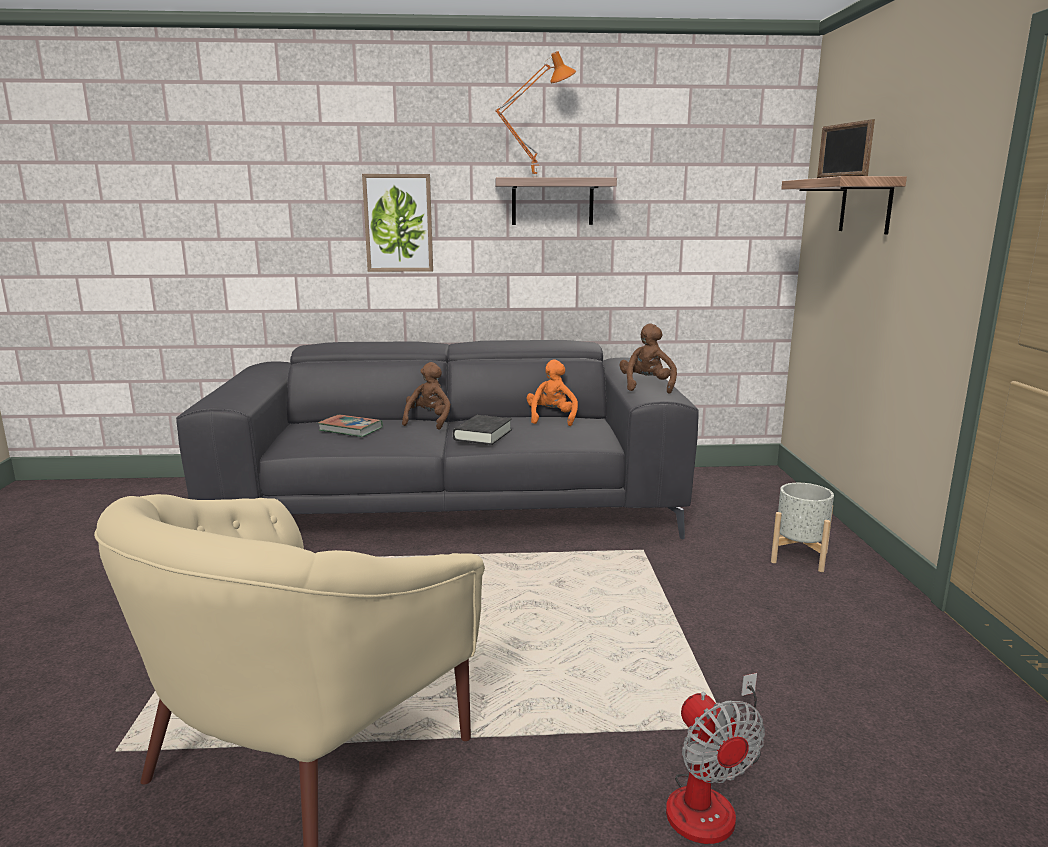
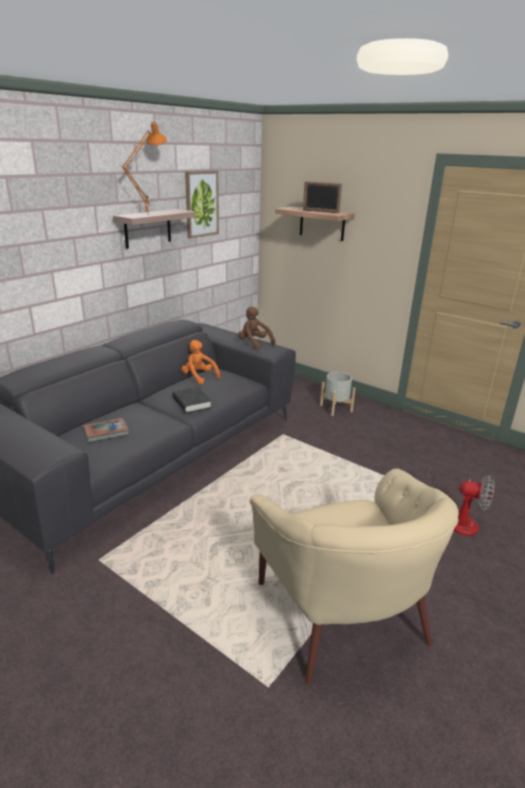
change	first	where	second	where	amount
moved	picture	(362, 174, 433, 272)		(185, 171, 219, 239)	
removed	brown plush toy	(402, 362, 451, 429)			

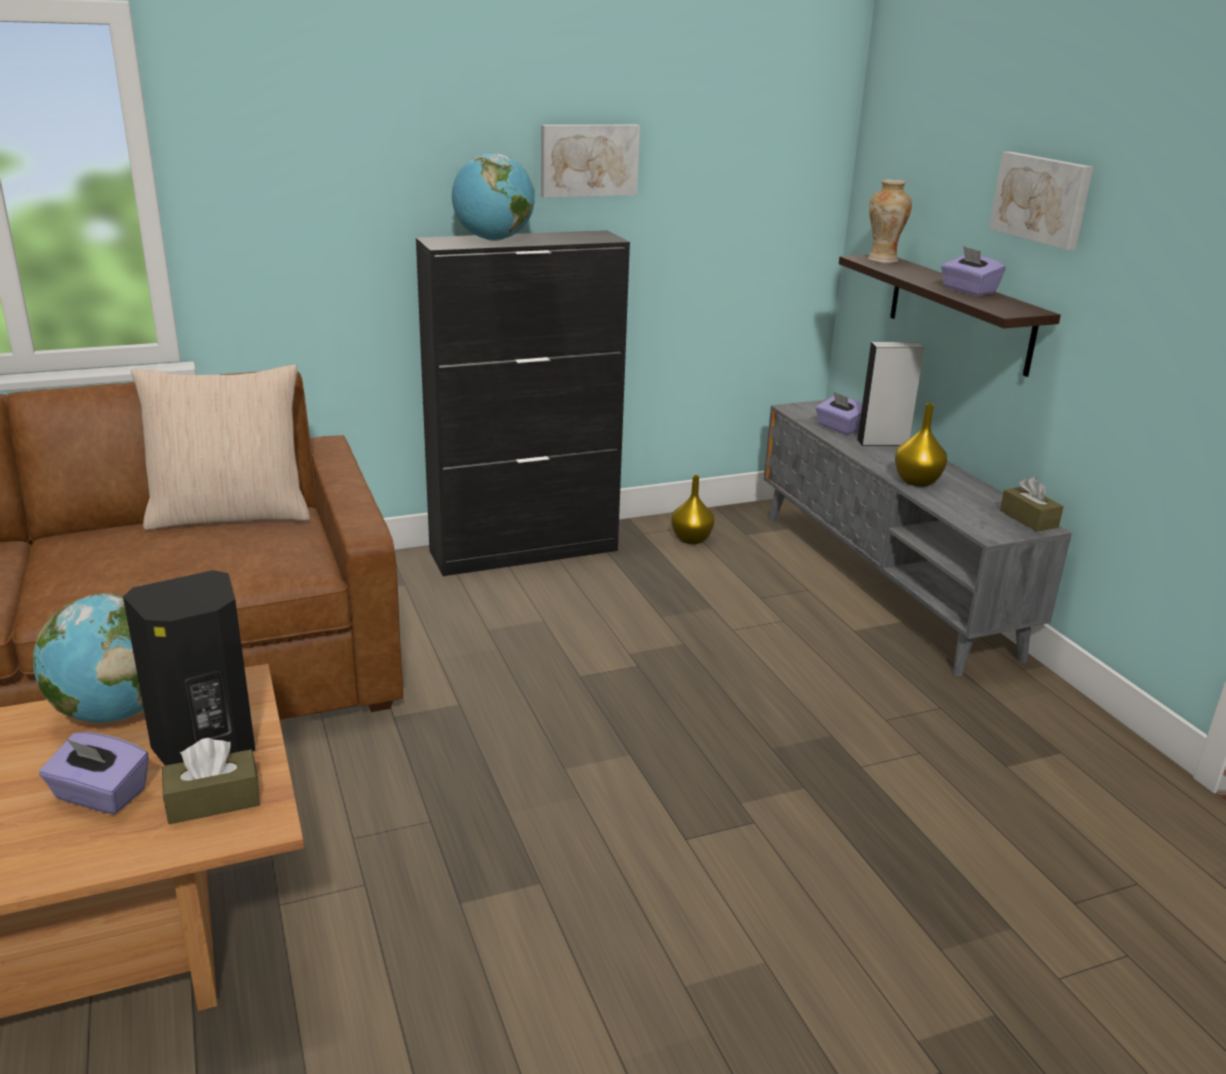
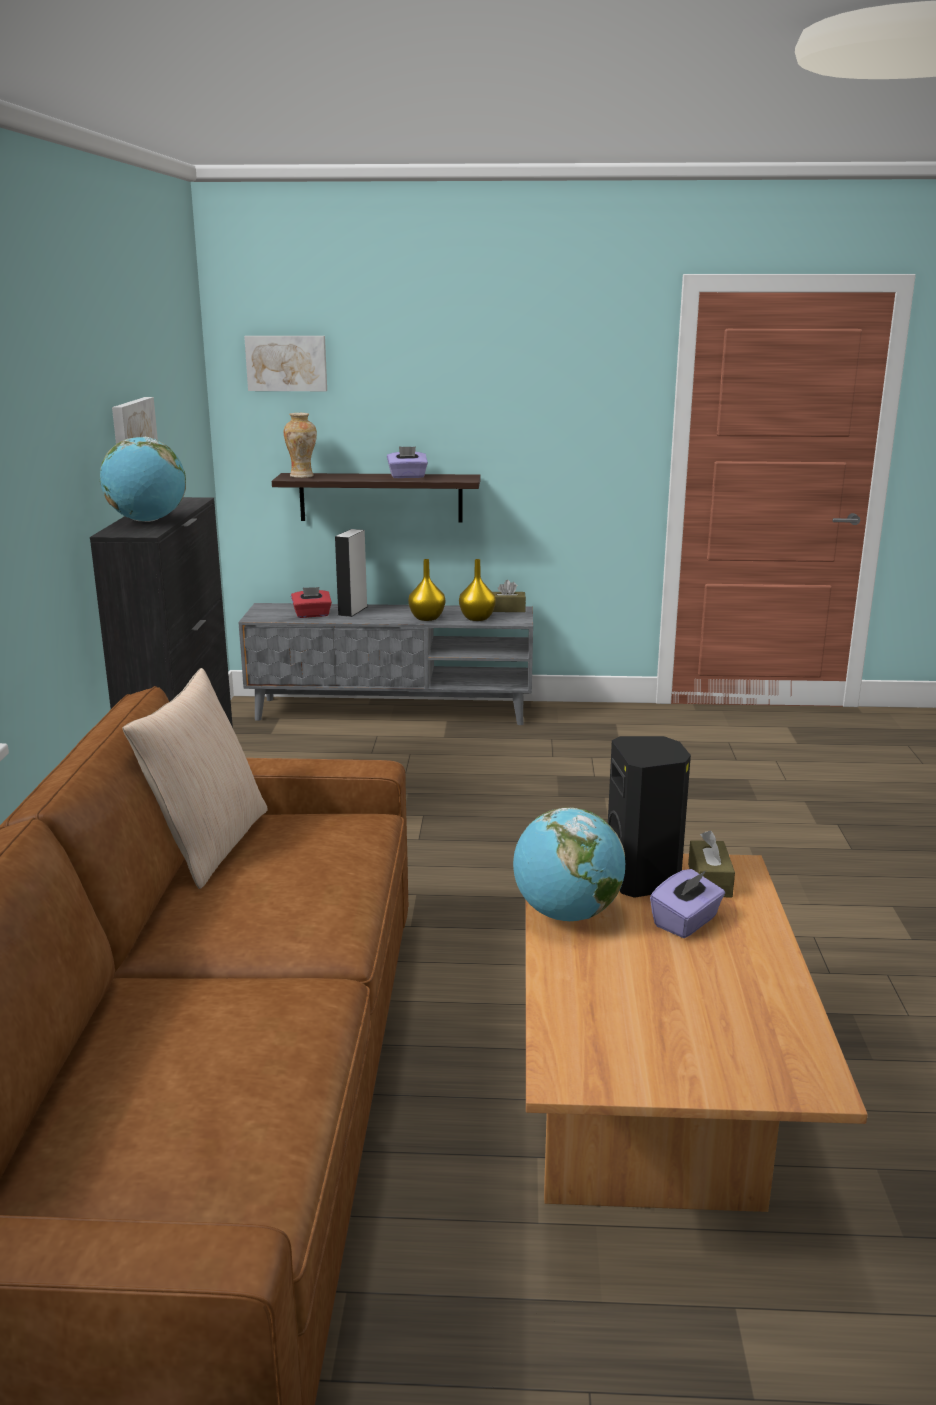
change	first	where	second	where	amount
moved	picture	(989, 152, 1093, 250)		(244, 336, 327, 391)	
recoloured	purple tissue box	(815, 391, 862, 435)	red tissue box	(291, 587, 332, 618)	
moved	yellow vase	(672, 475, 714, 544)		(459, 559, 496, 621)	

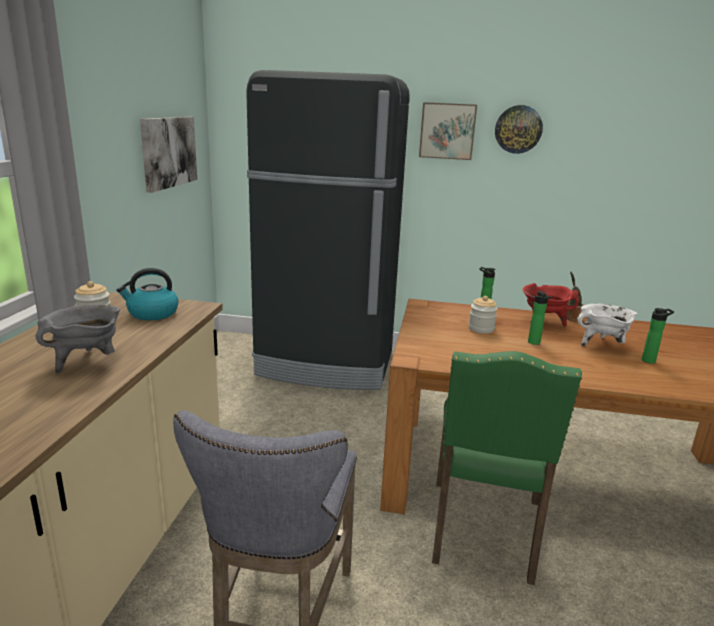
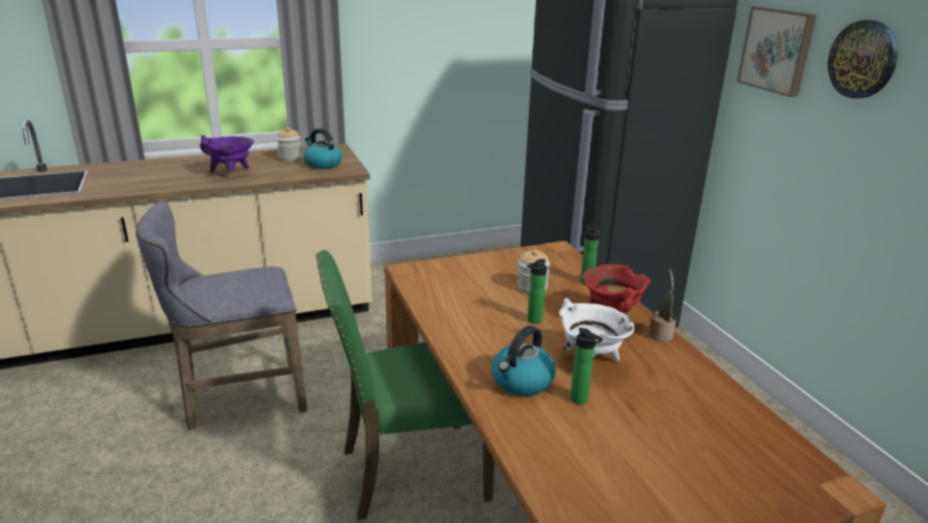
change	first	where	second	where	amount
removed	picture	(140, 117, 197, 193)			
recoloured	grey cooking pot	(36, 305, 120, 374)	purple cooking pot	(200, 135, 254, 173)	
added			kettle	(492, 326, 556, 396)	

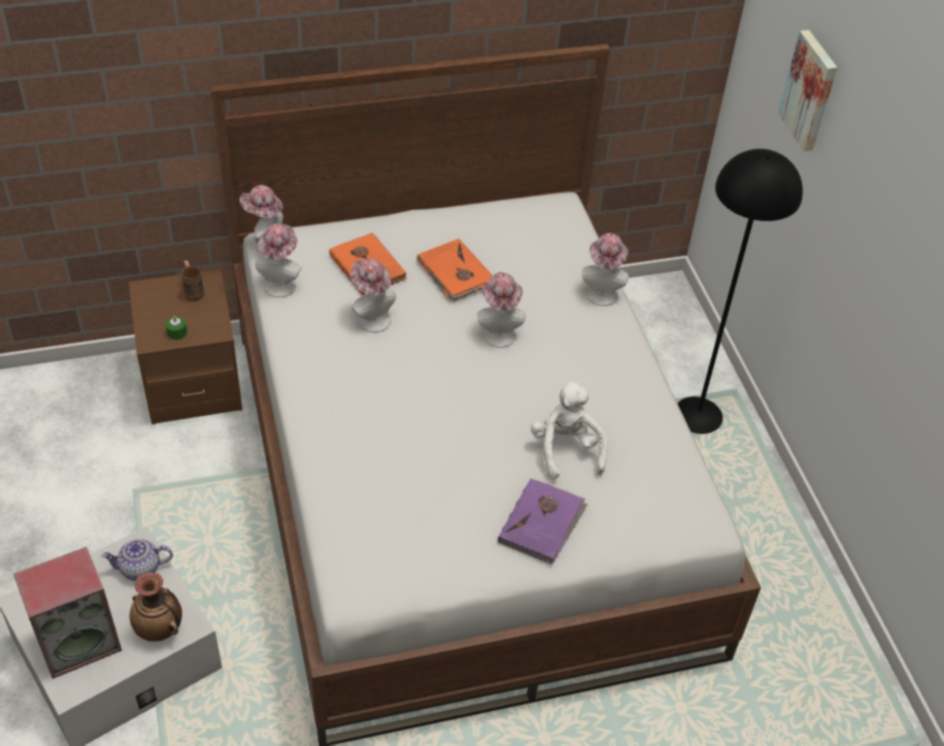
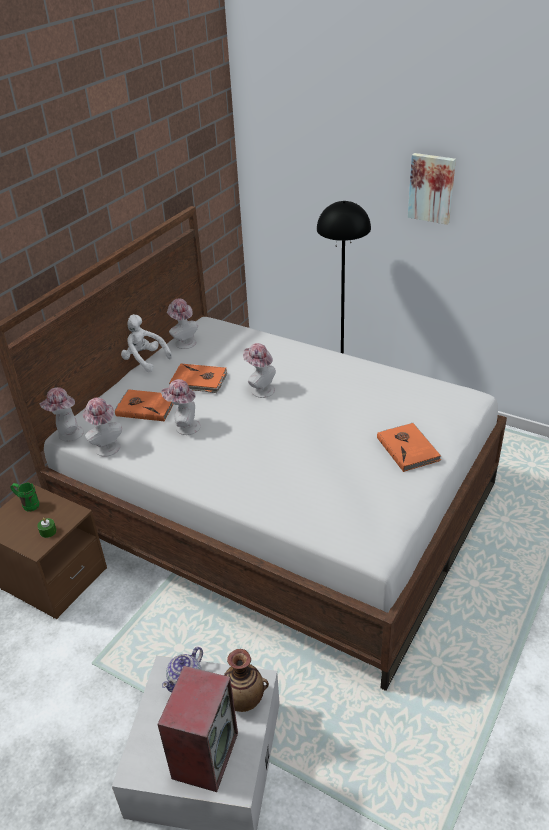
change	first	where	second	where	amount
moved	picture	(778, 30, 837, 151)		(408, 153, 456, 225)	
moved	hat	(582, 233, 629, 306)		(167, 299, 198, 349)	
recoloured	brown mug	(181, 260, 204, 301)	green mug	(11, 482, 39, 512)	
moved	white plush toy	(531, 380, 608, 480)		(121, 314, 172, 372)	
recoloured	purple book	(498, 479, 588, 565)	orange book	(377, 423, 441, 472)	

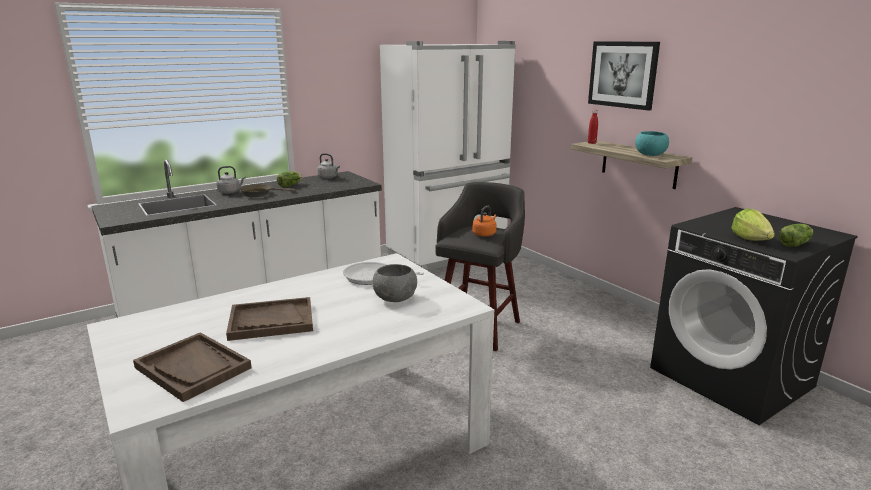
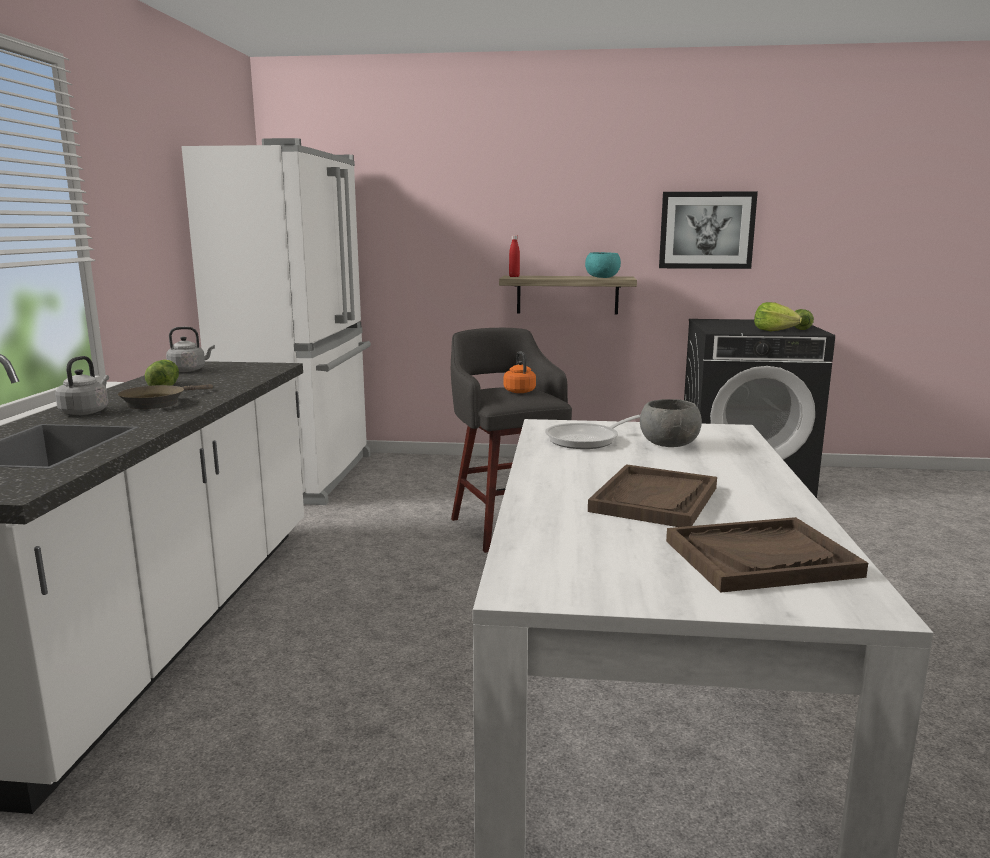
change	first	where	second	where	amount
moved	picture	(588, 41, 660, 111)		(659, 191, 758, 269)	

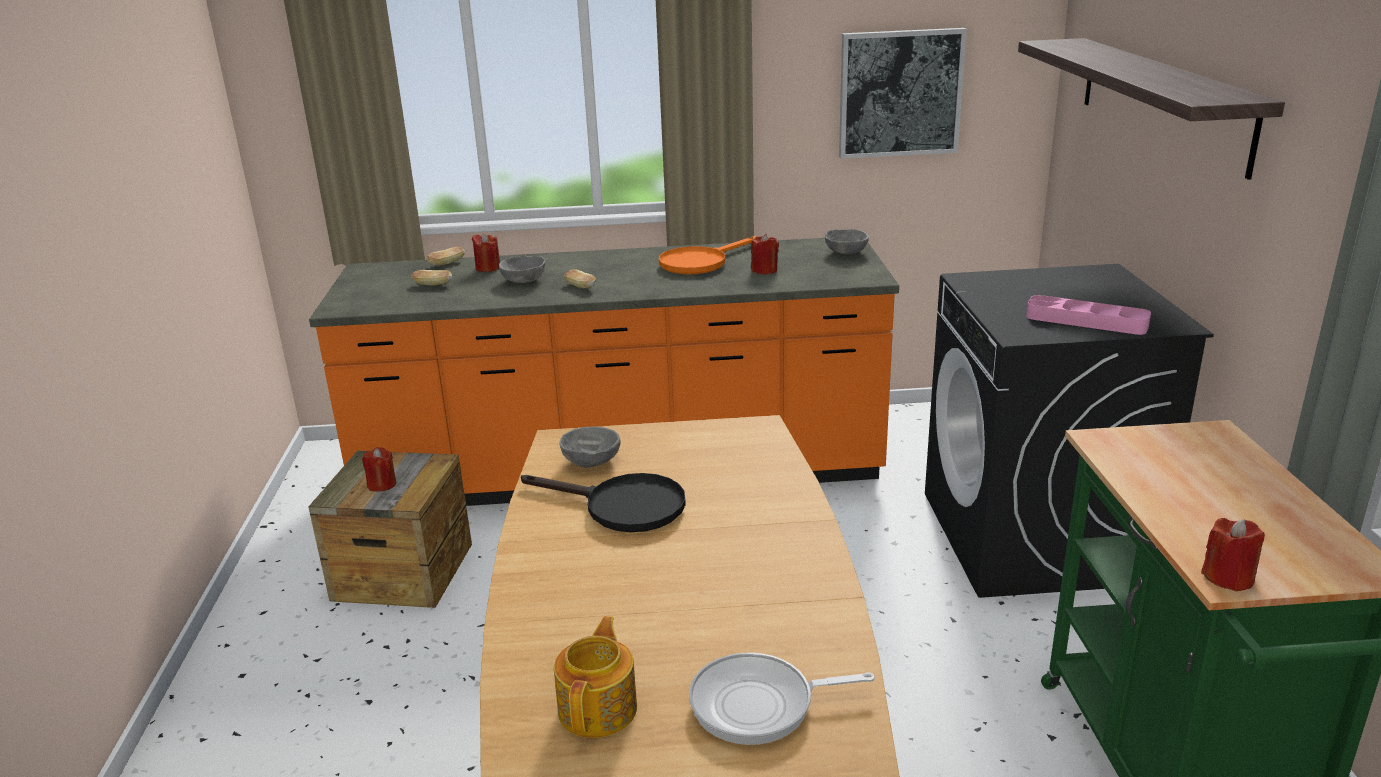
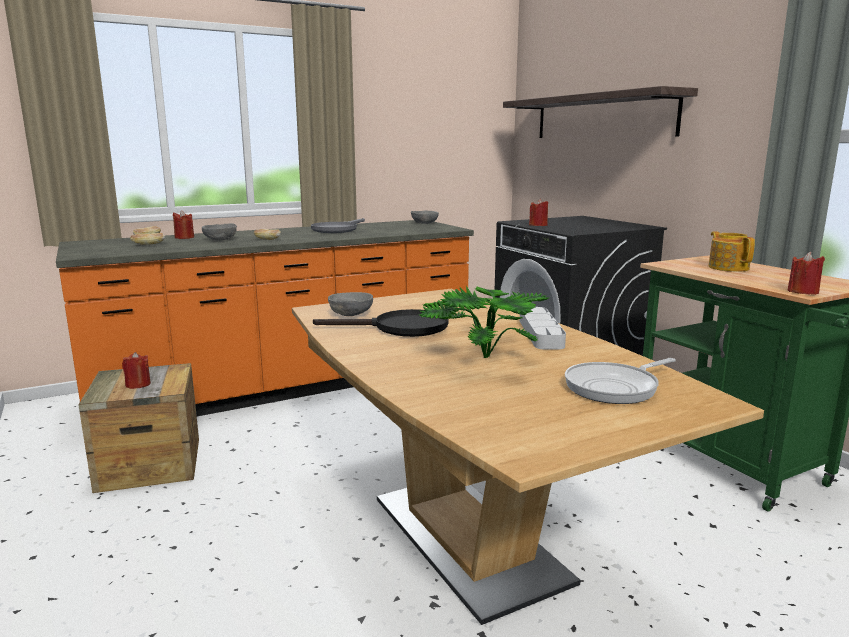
change	first	where	second	where	amount
removed	picture	(839, 28, 967, 159)			
moved	red candle	(751, 234, 779, 275)		(529, 199, 548, 226)	
recoloured	orange frying pan	(659, 236, 756, 274)	grey frying pan	(311, 218, 365, 233)	
removed	pink tray	(1026, 295, 1151, 335)			
moved	teapot	(554, 616, 637, 738)		(708, 231, 755, 272)	
added			potted plant	(420, 286, 548, 358)	
added			grey tray	(520, 307, 566, 349)	

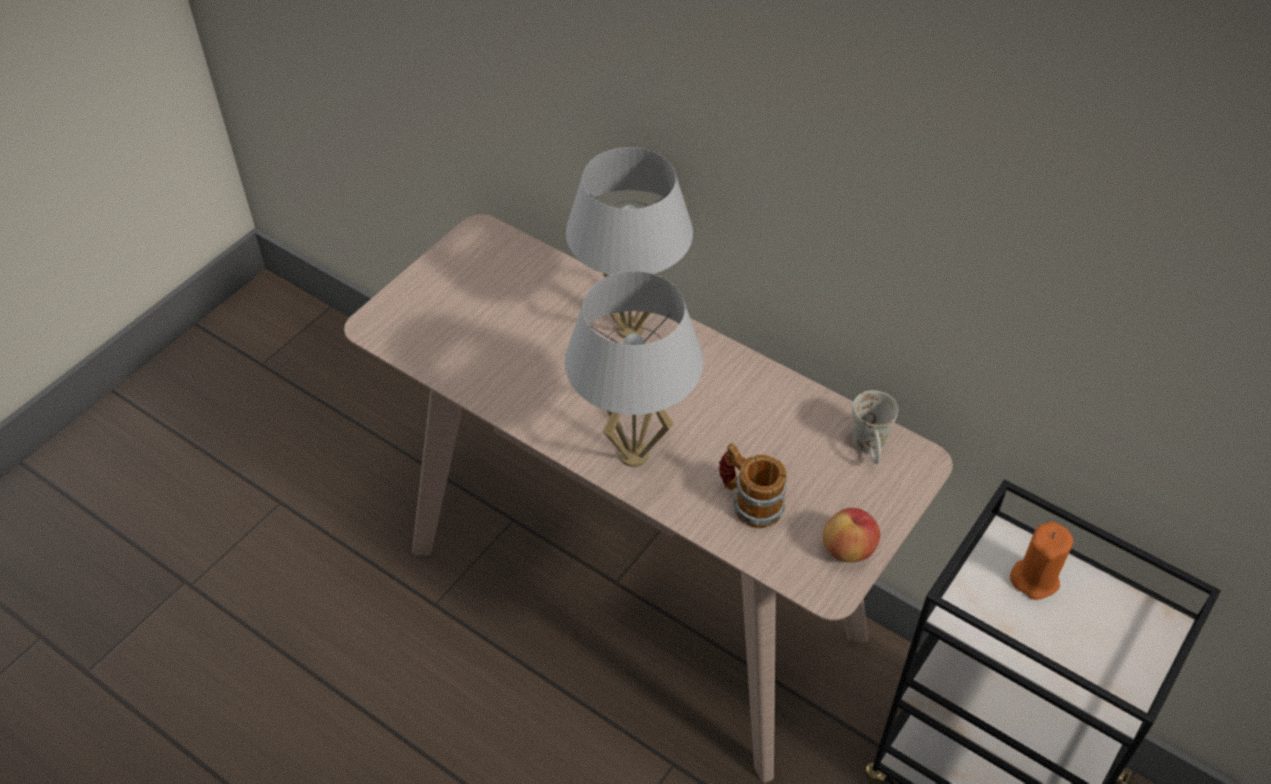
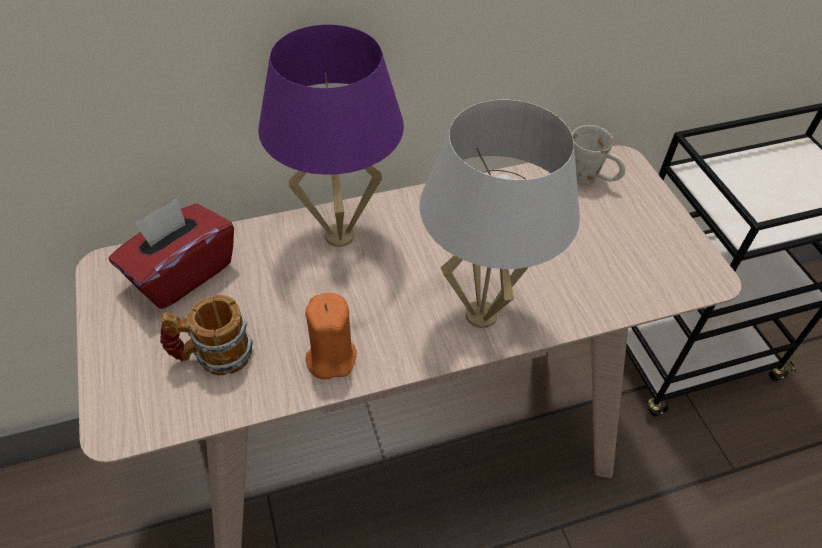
change	first	where	second	where	amount
recoloured	white table lamp	(566, 147, 693, 338)	purple table lamp	(258, 24, 404, 247)	
moved	mug	(719, 444, 787, 528)		(160, 295, 253, 375)	
removed	apple	(823, 508, 880, 562)			
moved	orange candle	(1010, 521, 1073, 600)		(305, 293, 357, 380)	
added			red tissue box	(109, 199, 234, 309)	

